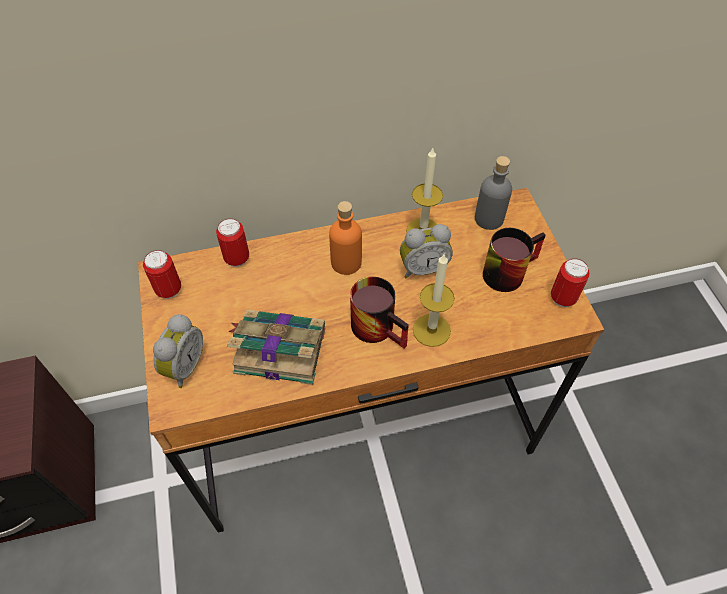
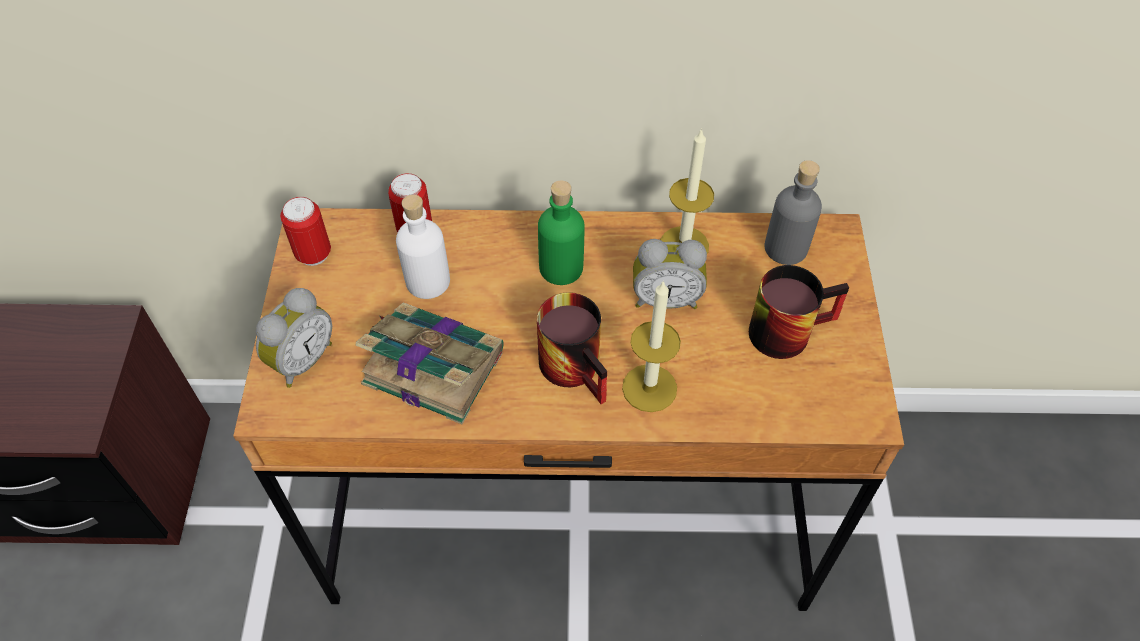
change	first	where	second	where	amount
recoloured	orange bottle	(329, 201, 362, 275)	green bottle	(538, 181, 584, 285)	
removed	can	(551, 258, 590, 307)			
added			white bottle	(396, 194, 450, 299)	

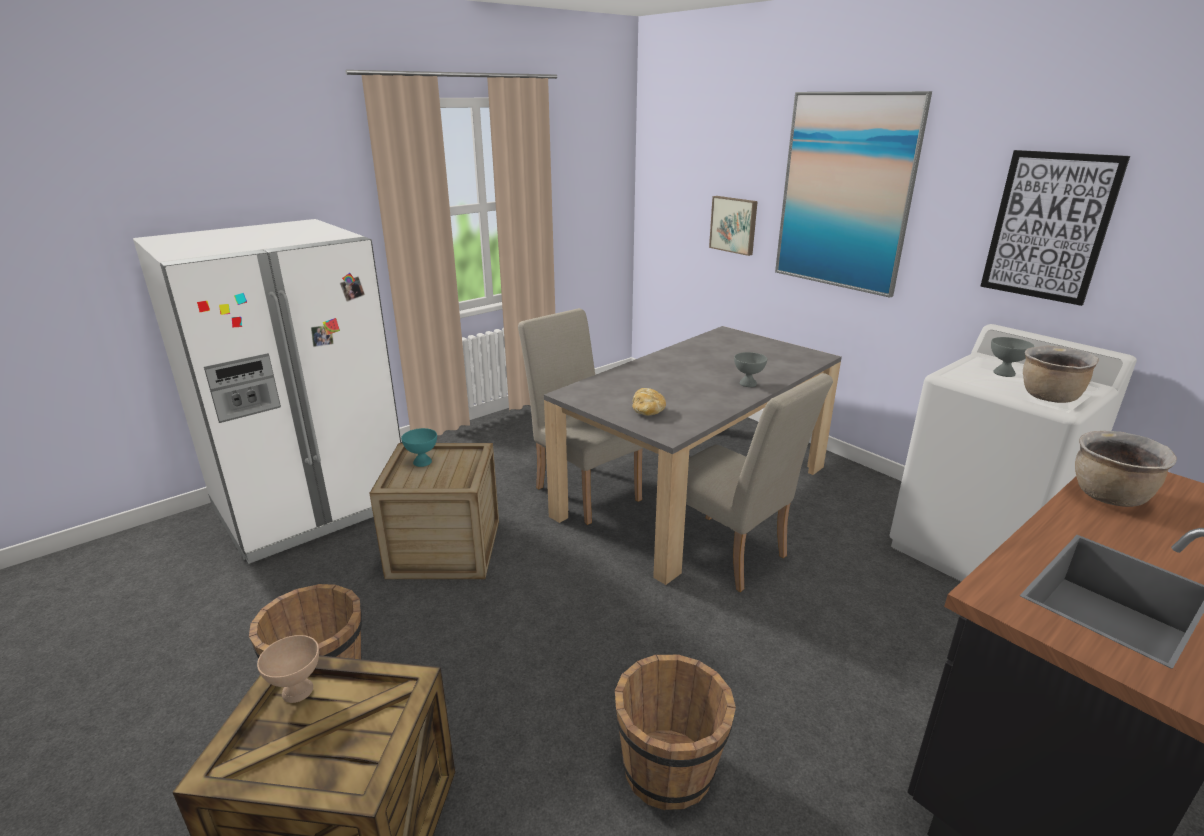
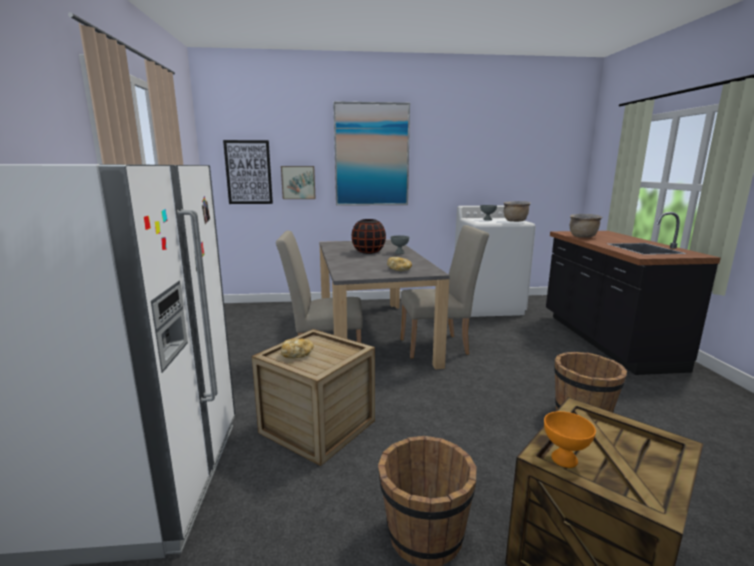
change	first	where	second	where	amount
moved	picture	(980, 150, 1130, 306)		(223, 140, 273, 204)	
replaced	turquoise bowl	(401, 428, 437, 467)	bread	(281, 338, 314, 358)	
recoloured	beige bowl	(257, 635, 319, 703)	orange bowl	(544, 411, 596, 468)	
added			black vase	(351, 219, 386, 254)	

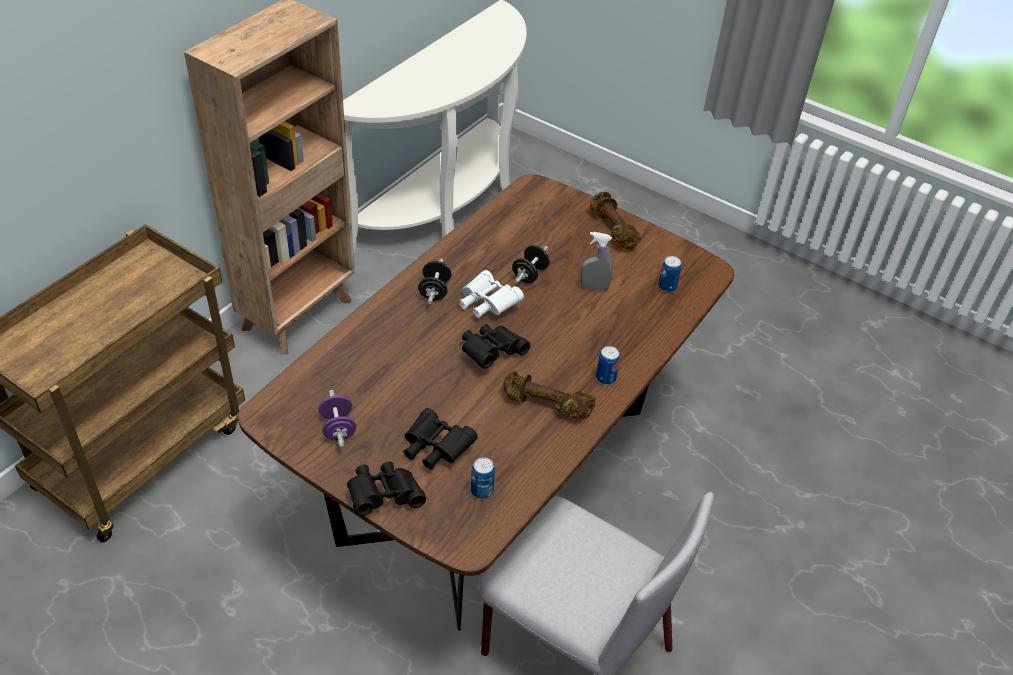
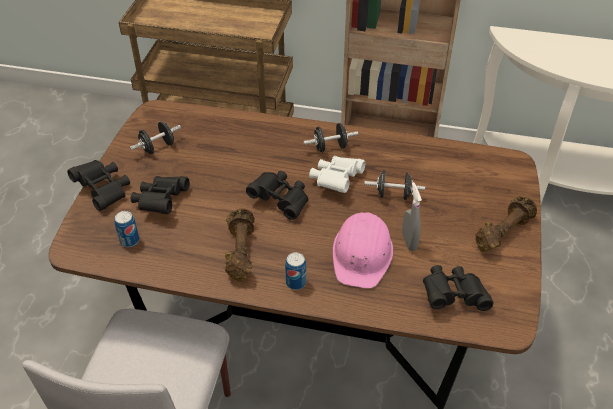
change	first	where	second	where	amount
replaced	can	(658, 256, 682, 293)	black binoculars	(423, 265, 493, 311)	
recoloured	purple dumbbell	(319, 390, 356, 448)	black dumbbell	(130, 121, 181, 154)	
added			pink hard hat	(333, 212, 393, 288)	

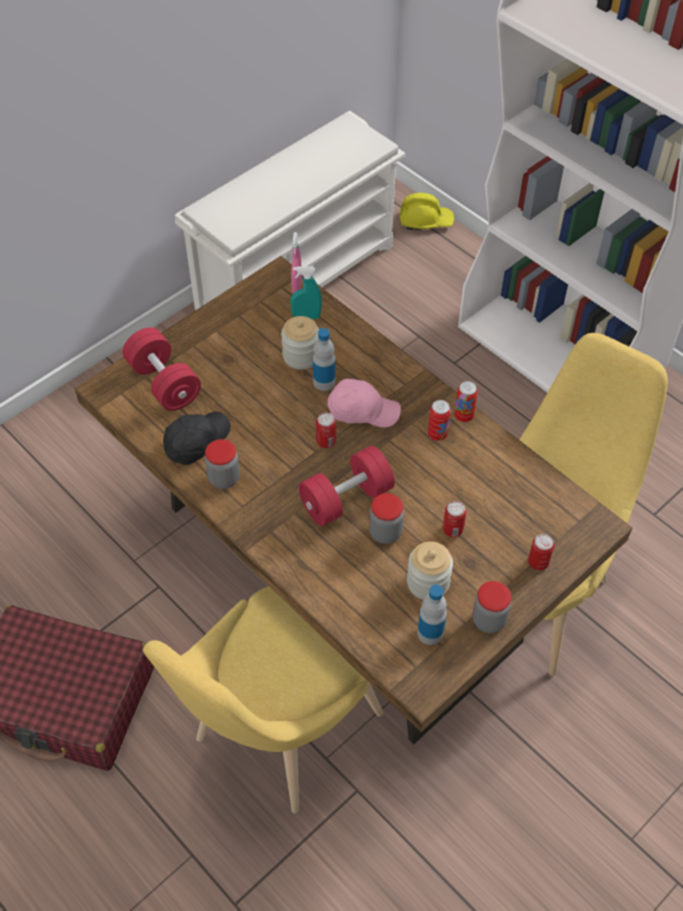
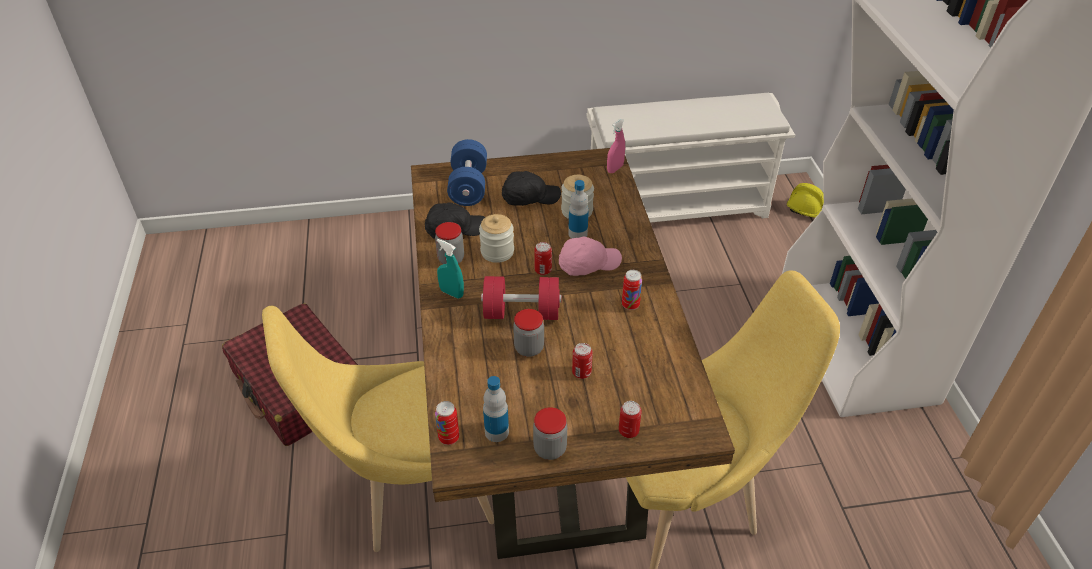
change	first	where	second	where	amount
moved	turquoise spray bottle	(290, 266, 322, 319)		(437, 239, 464, 299)	
recoloured	red dumbbell	(123, 327, 201, 411)	blue dumbbell	(447, 139, 487, 206)	
turned	pink cap	(328, 379, 401, 428)		(559, 237, 622, 276)	60 degrees counterclockwise
moved	can	(454, 381, 478, 422)		(435, 401, 459, 445)	
moved	jar	(407, 542, 453, 600)		(479, 214, 514, 263)	
added			black cap	(502, 171, 561, 206)	

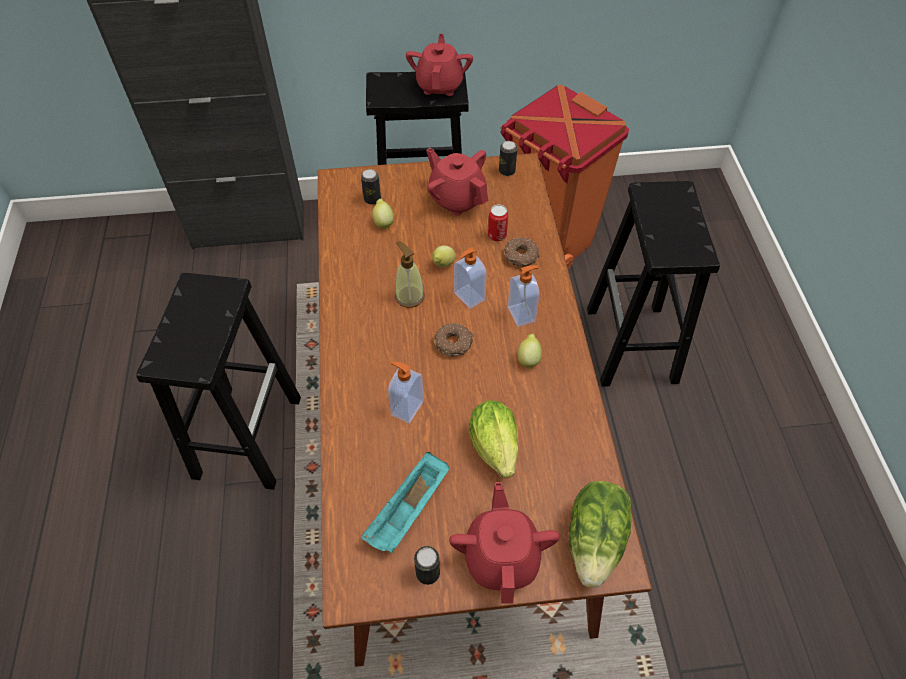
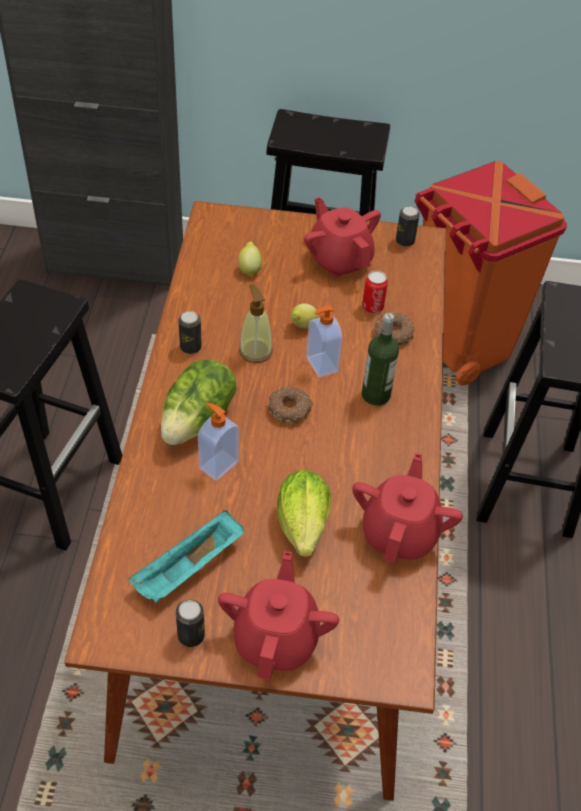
change	first	where	second	where	amount
moved	red teapot	(406, 34, 473, 96)		(352, 453, 463, 563)	
moved	can	(361, 169, 381, 205)		(178, 311, 202, 354)	
replaced	soap dispenser	(508, 265, 539, 327)	bottle	(362, 313, 399, 406)	
removed	lemon	(518, 334, 542, 369)			
moved	lettuce	(569, 481, 631, 588)		(161, 359, 237, 445)	

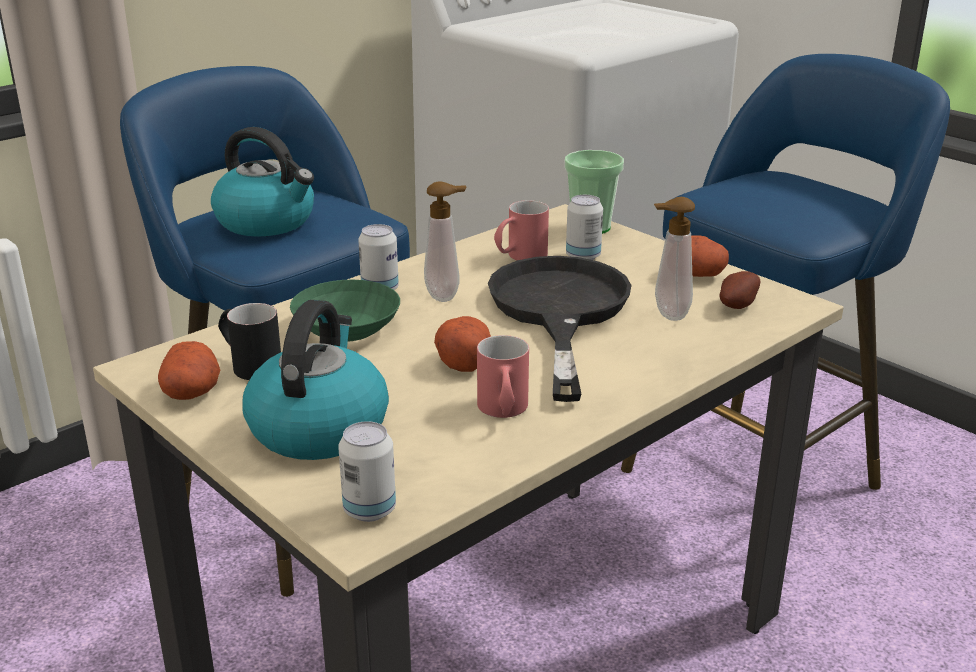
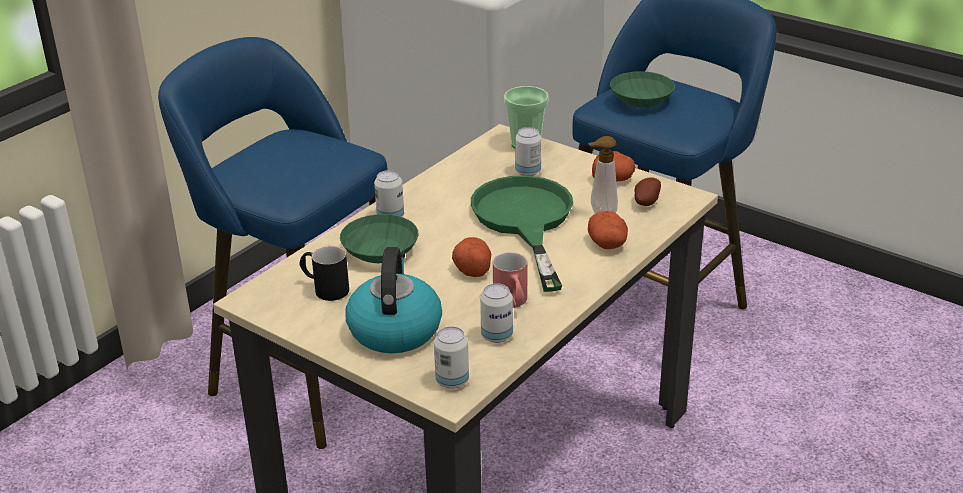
change	first	where	second	where	amount
removed	kettle	(211, 127, 314, 237)			
removed	soap dispenser	(424, 181, 467, 302)			
removed	red mug	(494, 200, 549, 260)			
recoloured	black frying pan	(488, 256, 631, 402)	green frying pan	(471, 176, 573, 292)	
moved	potato	(158, 341, 221, 400)		(588, 211, 628, 249)	
added			green bowl	(610, 71, 675, 108)	
added			can	(480, 283, 513, 343)	

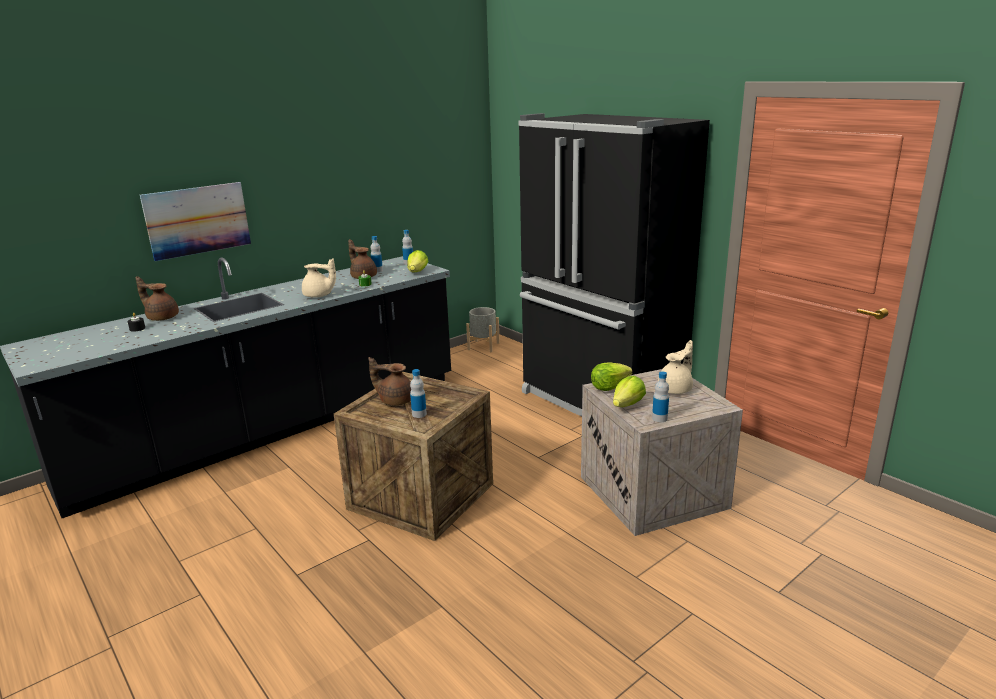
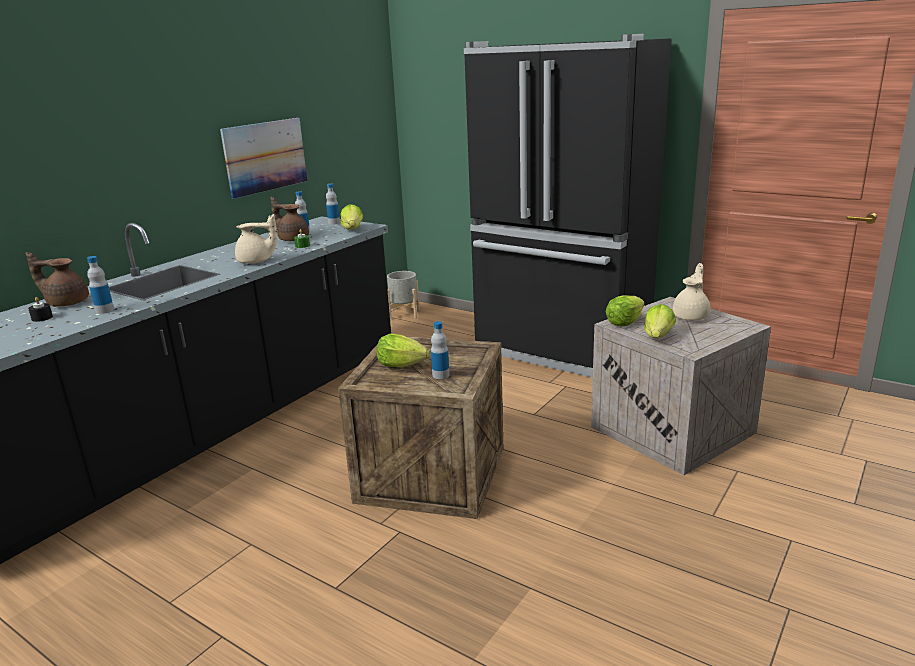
change	first	where	second	where	amount
moved	picture	(140, 182, 251, 261)		(220, 118, 307, 199)	
replaced	brown teapot	(369, 357, 411, 406)	lettuce	(376, 334, 429, 367)	
moved	bottle	(652, 371, 669, 422)		(87, 256, 114, 314)	

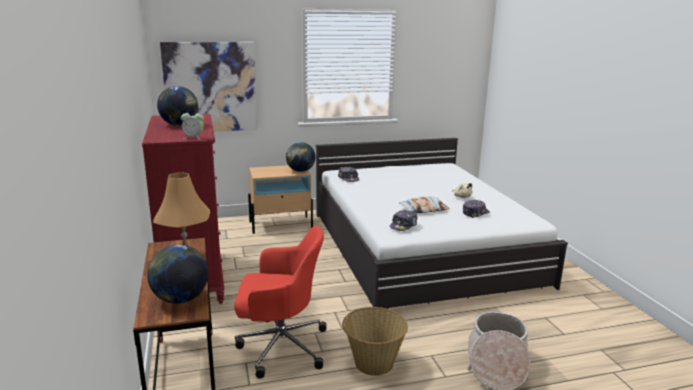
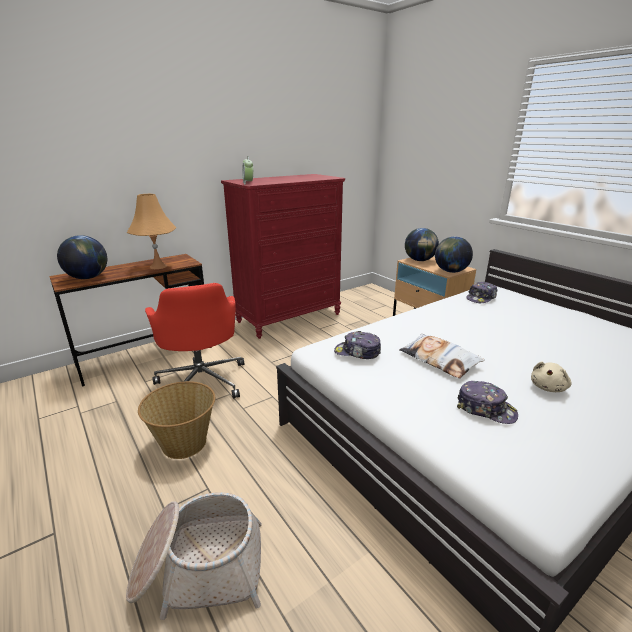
change	first	where	second	where	amount
removed	picture	(160, 42, 257, 131)			
moved	globe	(157, 86, 198, 126)		(405, 228, 439, 261)	

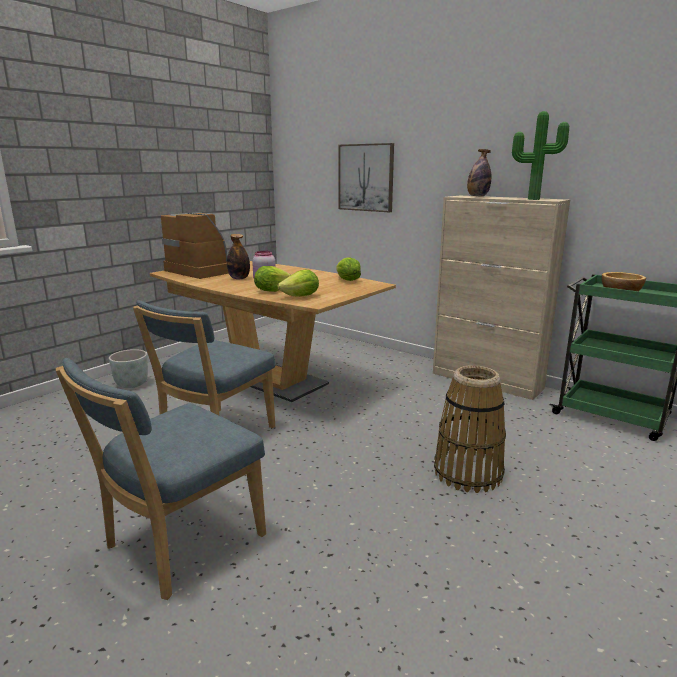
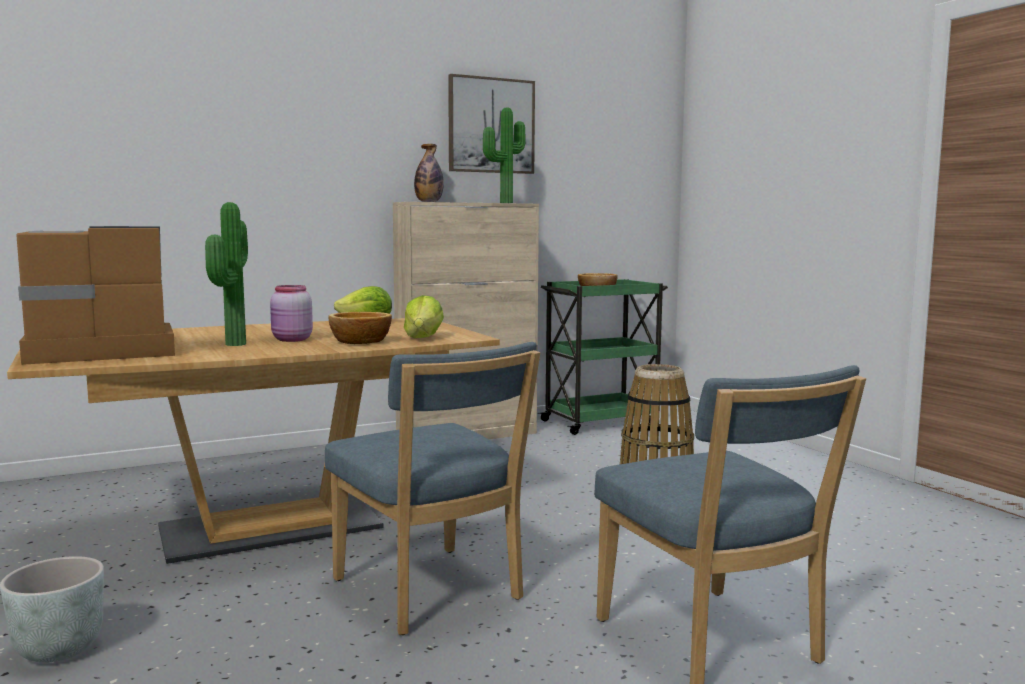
change	first	where	second	where	amount
moved	picture	(338, 143, 394, 212)		(448, 74, 535, 174)	
replaced	bottle	(227, 234, 250, 280)	potted plant	(205, 202, 248, 346)	
replaced	lettuce	(254, 266, 290, 292)	bowl	(328, 312, 392, 344)	

